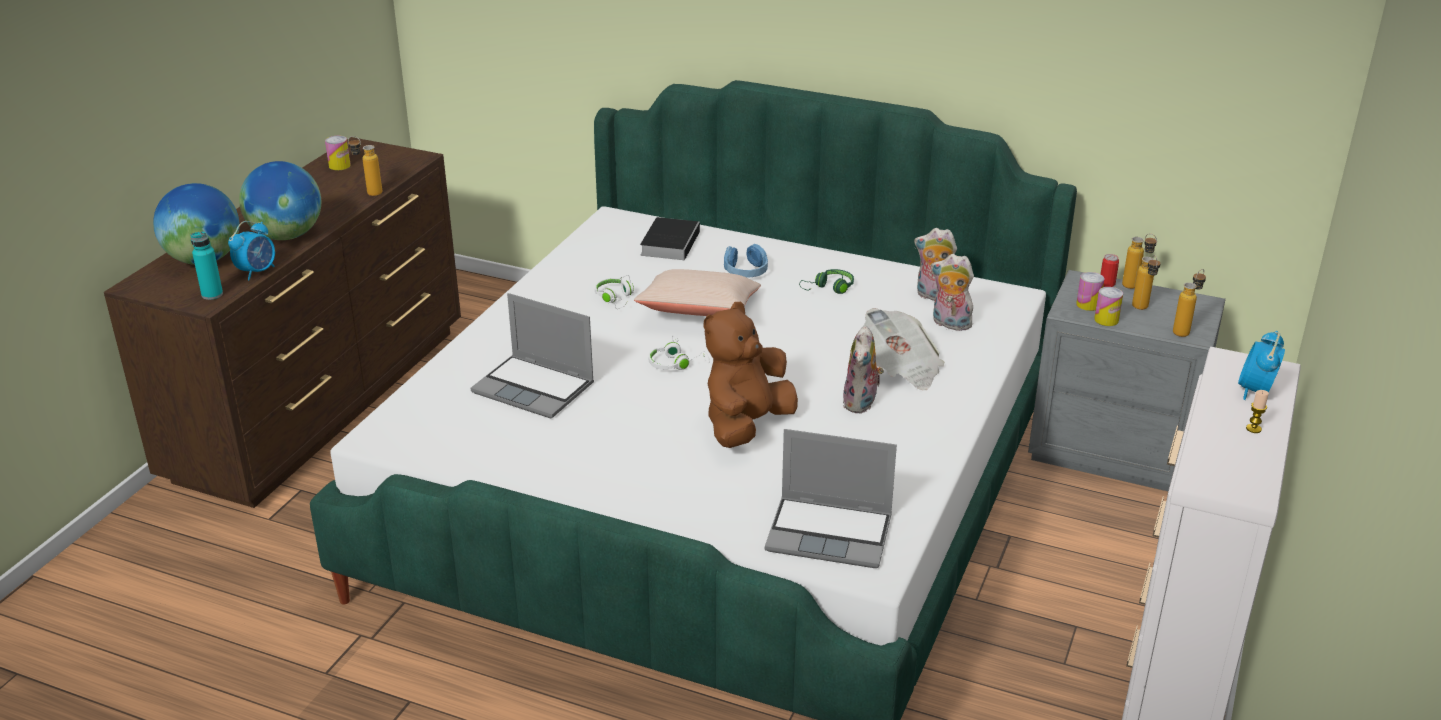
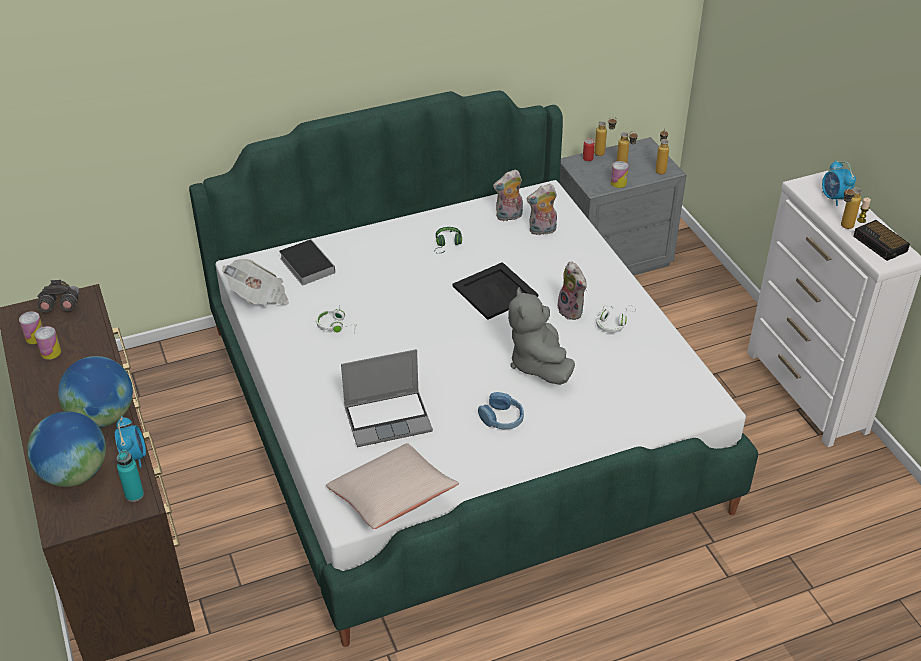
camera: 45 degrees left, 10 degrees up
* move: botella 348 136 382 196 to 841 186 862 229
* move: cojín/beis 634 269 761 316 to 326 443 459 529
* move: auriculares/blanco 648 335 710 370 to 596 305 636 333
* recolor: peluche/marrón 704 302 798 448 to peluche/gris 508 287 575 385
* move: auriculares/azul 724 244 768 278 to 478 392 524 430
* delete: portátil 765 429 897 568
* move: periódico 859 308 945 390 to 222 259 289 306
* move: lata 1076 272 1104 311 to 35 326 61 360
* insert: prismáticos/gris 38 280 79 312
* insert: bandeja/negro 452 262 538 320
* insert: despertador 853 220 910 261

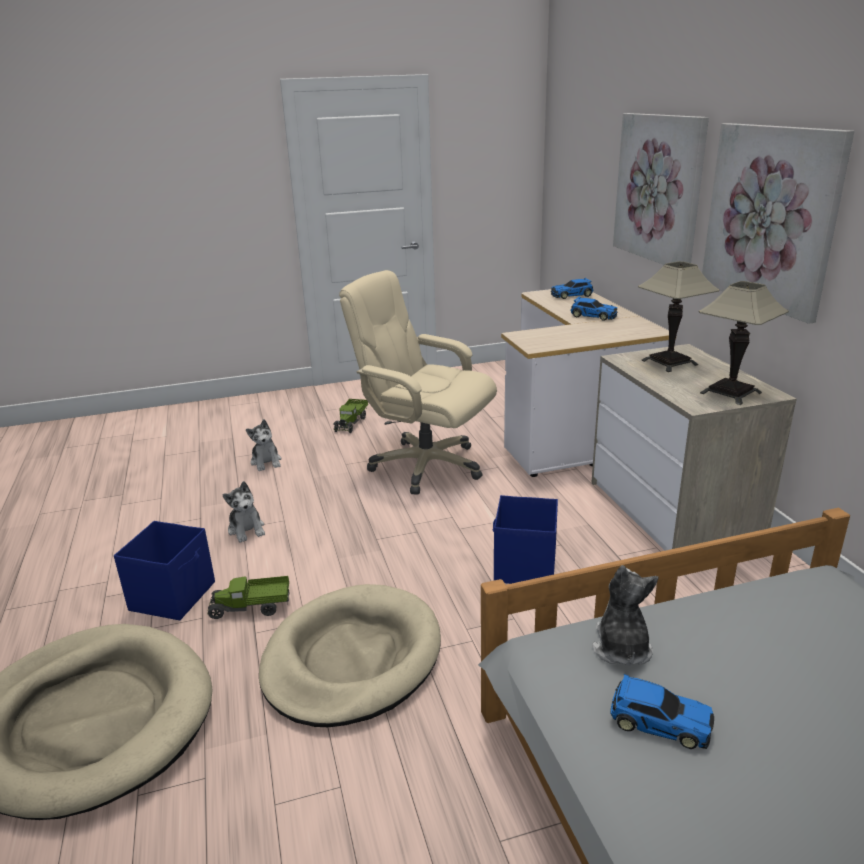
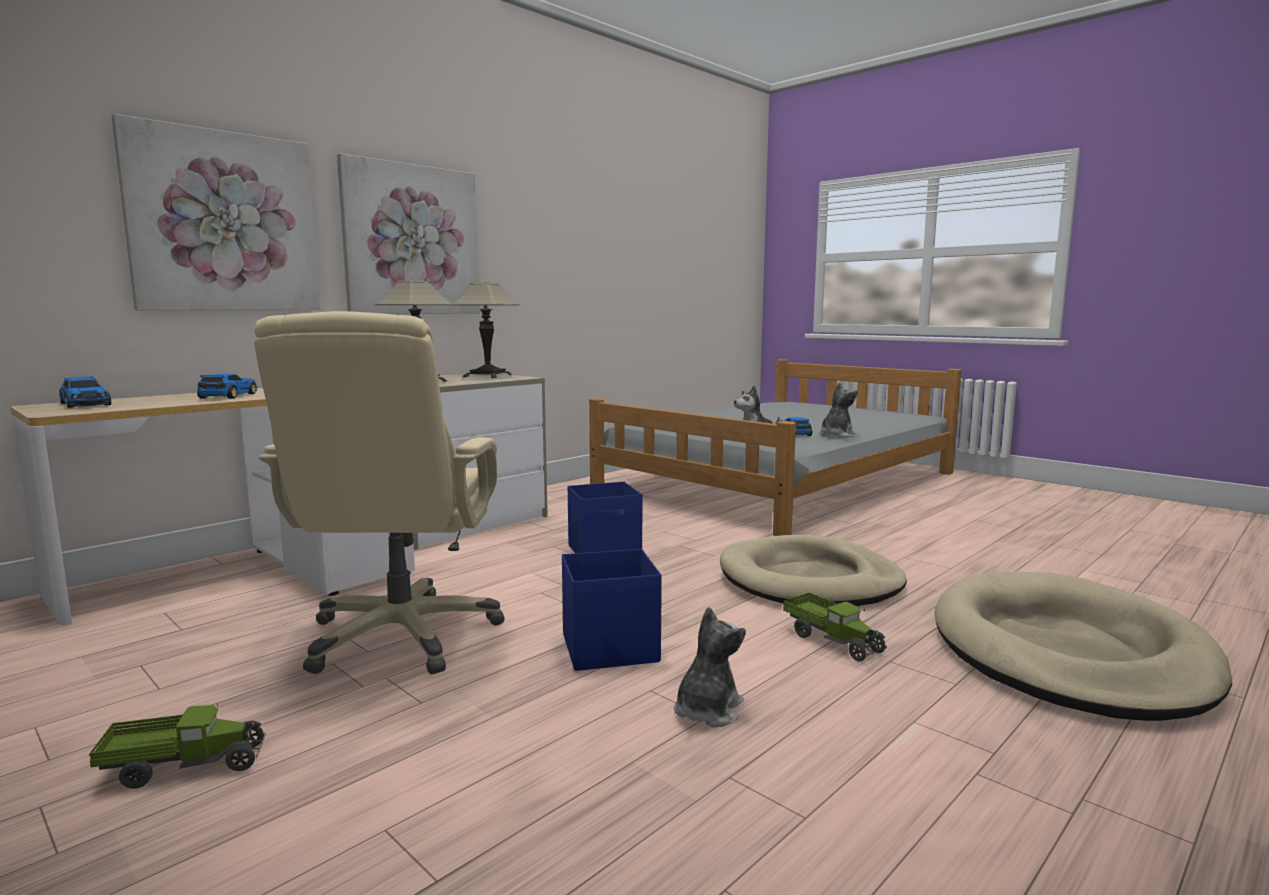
camera: 120 degrees left, 15 degrees down
* move: caja de almacenaje/azul 114 521 215 620 to 562 549 662 671
* move: peluche 246 419 281 471 to 820 382 858 438

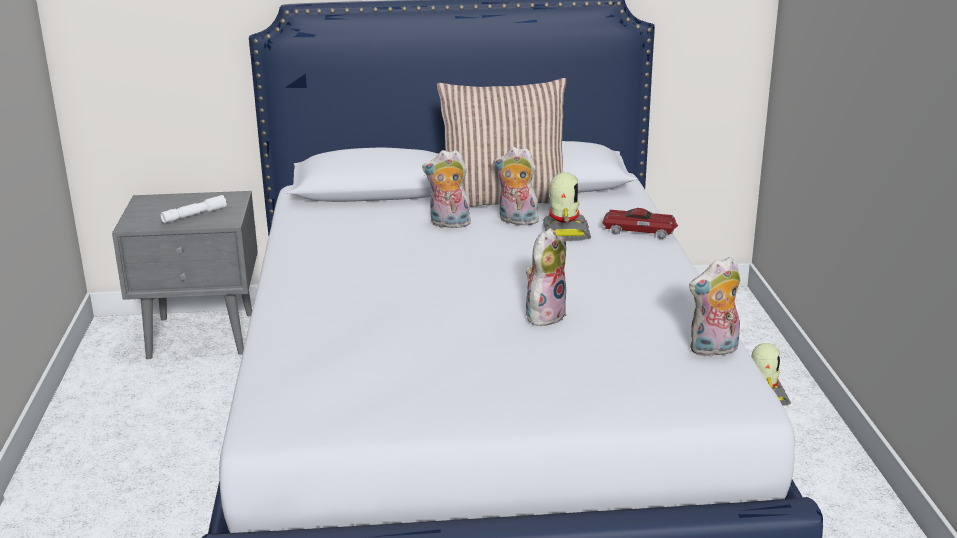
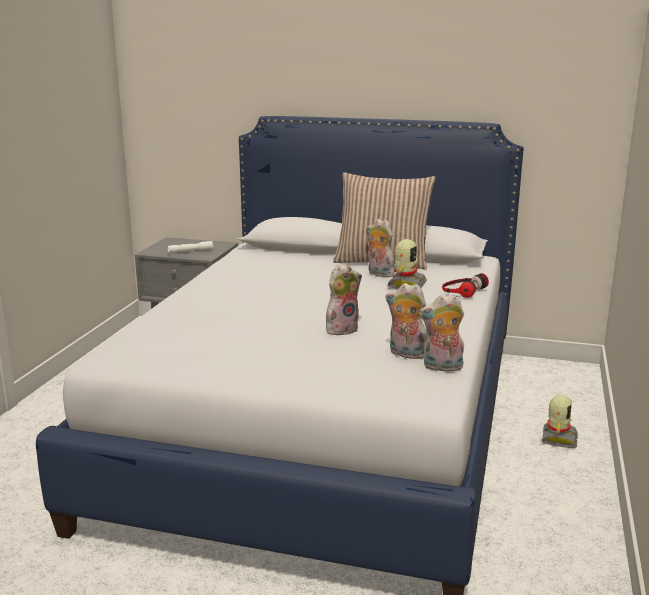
camera: 20 degrees right, 5 degrees down
* move: peluche 422 150 471 228 to 386 283 426 359
* replace: coche de juguete 602 208 678 239 to auriculares 442 273 489 298

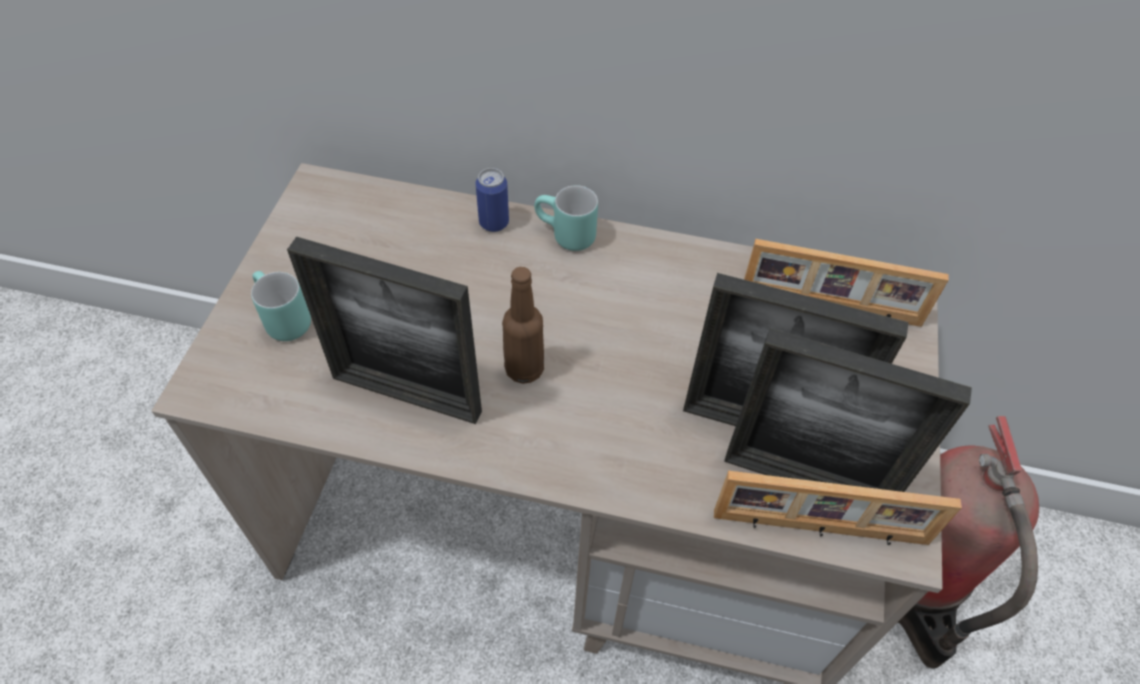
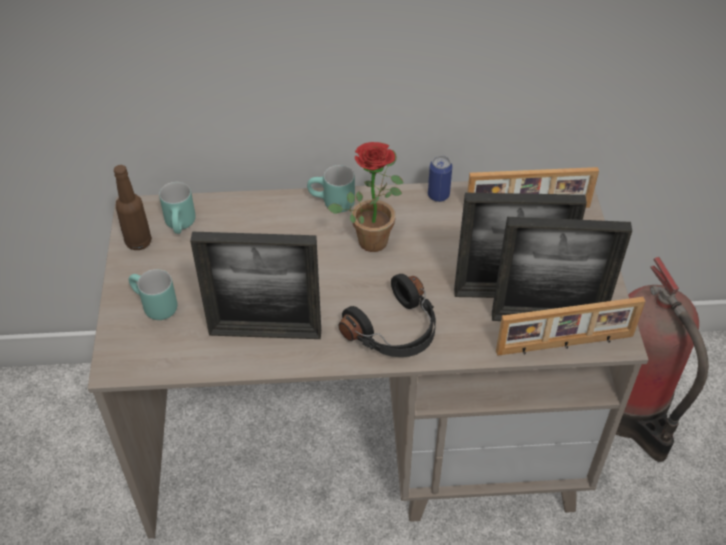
camera: 15 degrees left, 5 degrees down
* move: lata 476 168 509 232 to 428 155 452 202
* move: botella/marrón 502 267 544 384 to 114 165 152 250
* insert: taza grande/turquesa 159 182 196 234
* insert: planta en maceta 328 142 404 252
* insert: auriculares/negro 339 274 436 357

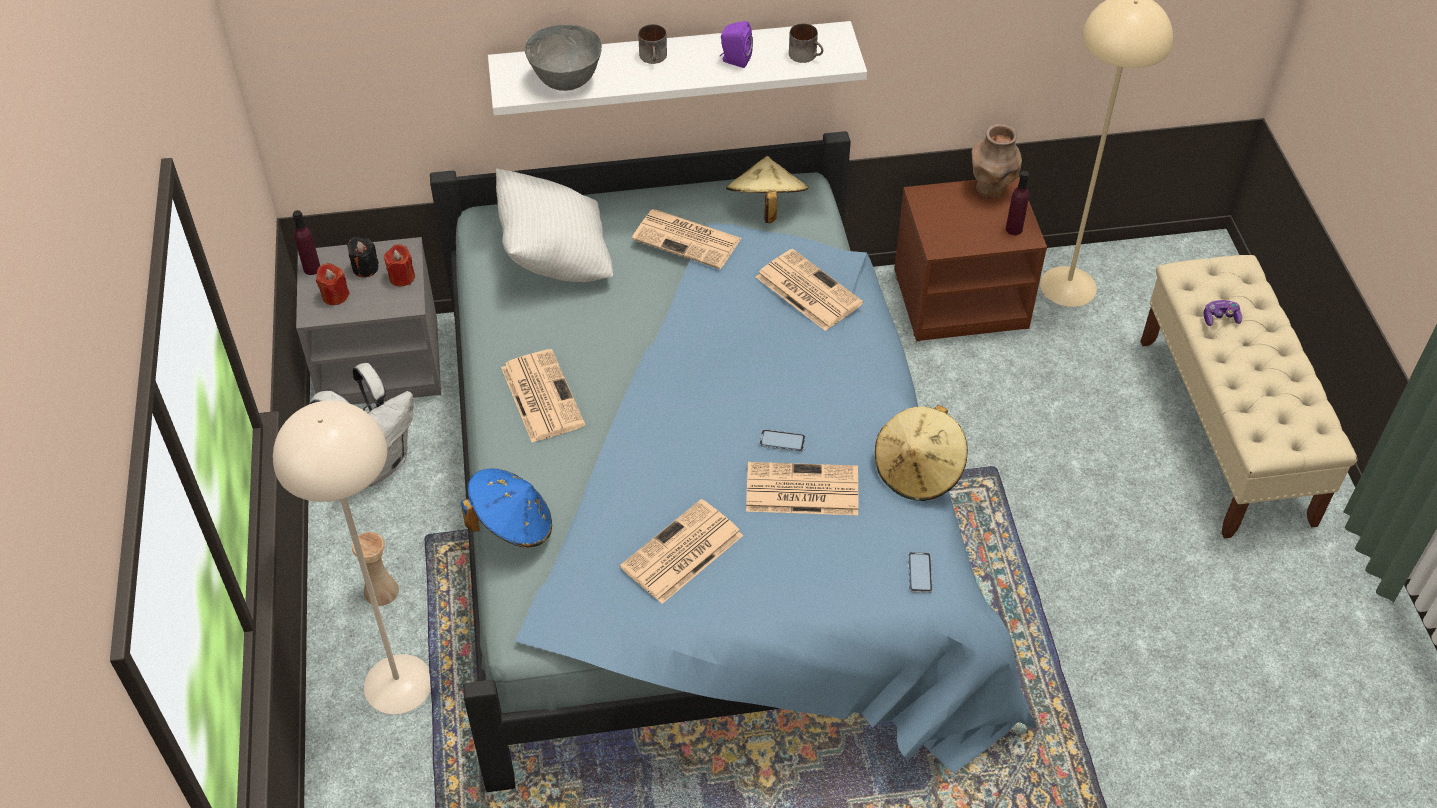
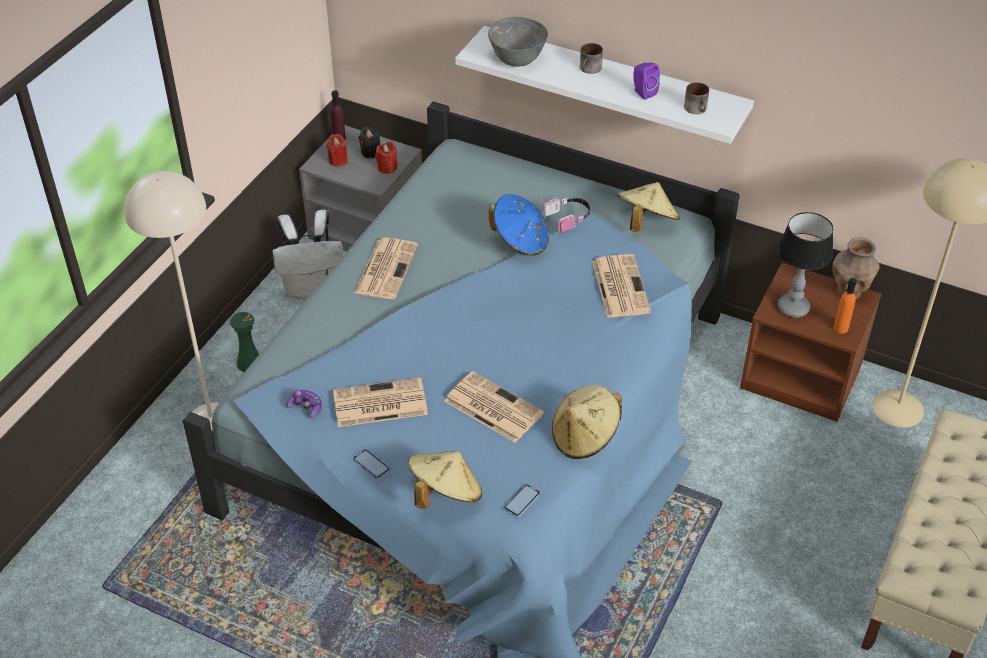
camera: 35 degrees right, 5 degrees down
* recolor: florero/beis 352 532 399 606 to florero/verde 230 312 259 372
* move: sombrero/azul 461 468 552 547 to 489 194 549 256
* delete: cojín/blanco 496 168 613 282
* replace: periódico 632 209 741 269 to auriculares 543 198 590 232
* move: móvil 759 429 805 452 to 353 449 390 479
* recolor: botella/morado 1006 171 1029 235 to botella/naranja 834 278 857 334
* move: mando de consola 1204 300 1242 326 to 287 389 322 418
* insert: sombrero/beis 408 451 482 509
* insert: lámpara de mesa 778 212 833 318

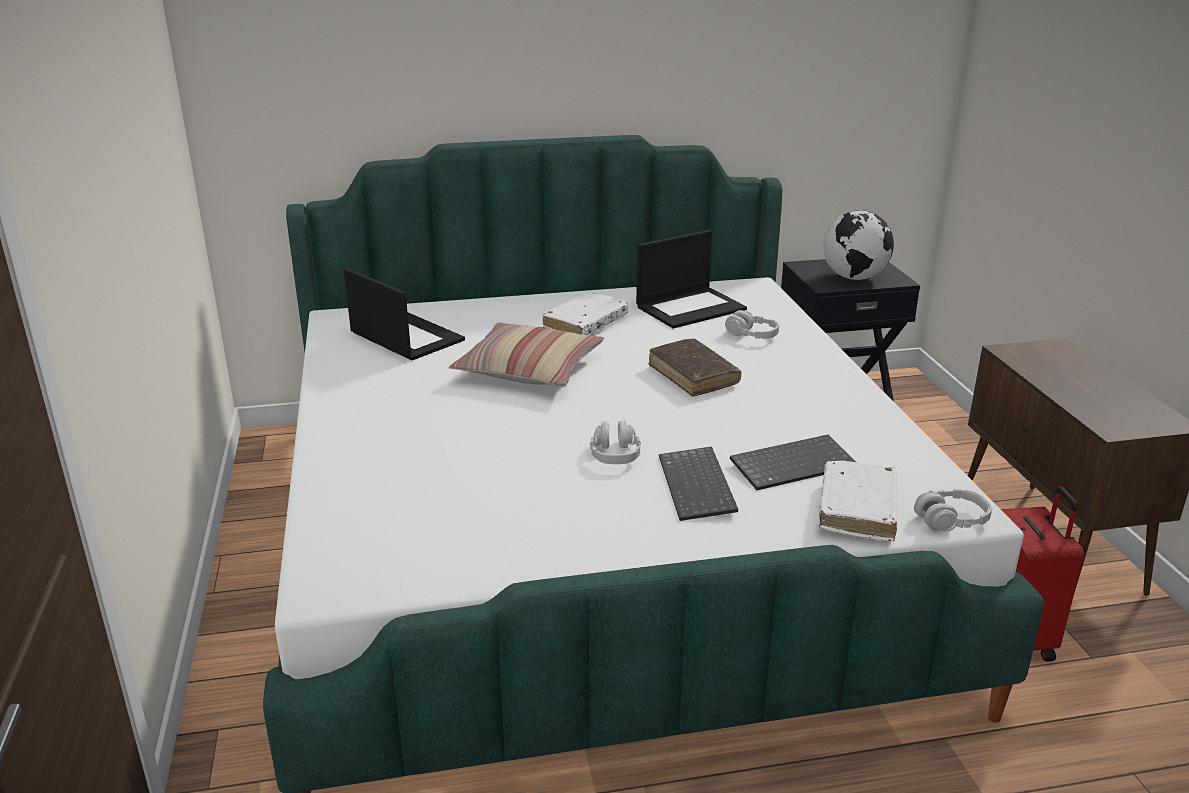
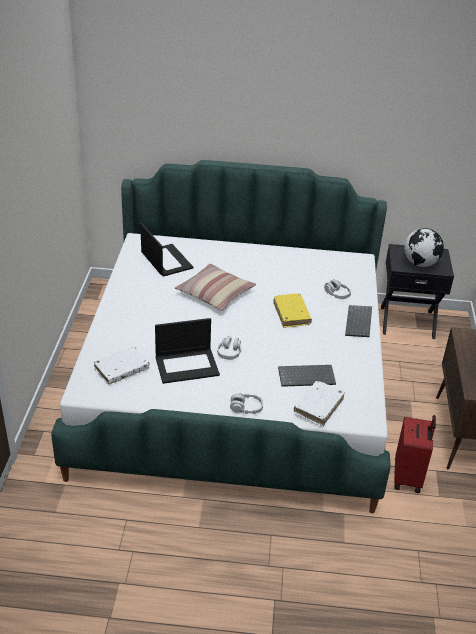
camera: 15 degrees right, 10 degrees up
* move: libro/blanco 542 292 628 335 to 94 346 149 385
* move: portátil 636 230 747 328 to 155 318 220 384
* recolor: libro/marrón 648 339 741 397 to libro/amarillo 273 294 312 328
* move: teclado 659 446 738 521 to 345 305 372 337
* move: auriculares/gris 914 489 992 532 to 230 393 263 414

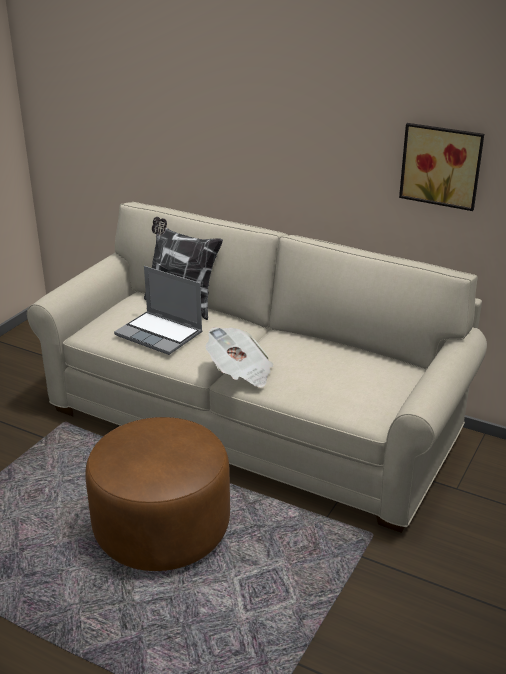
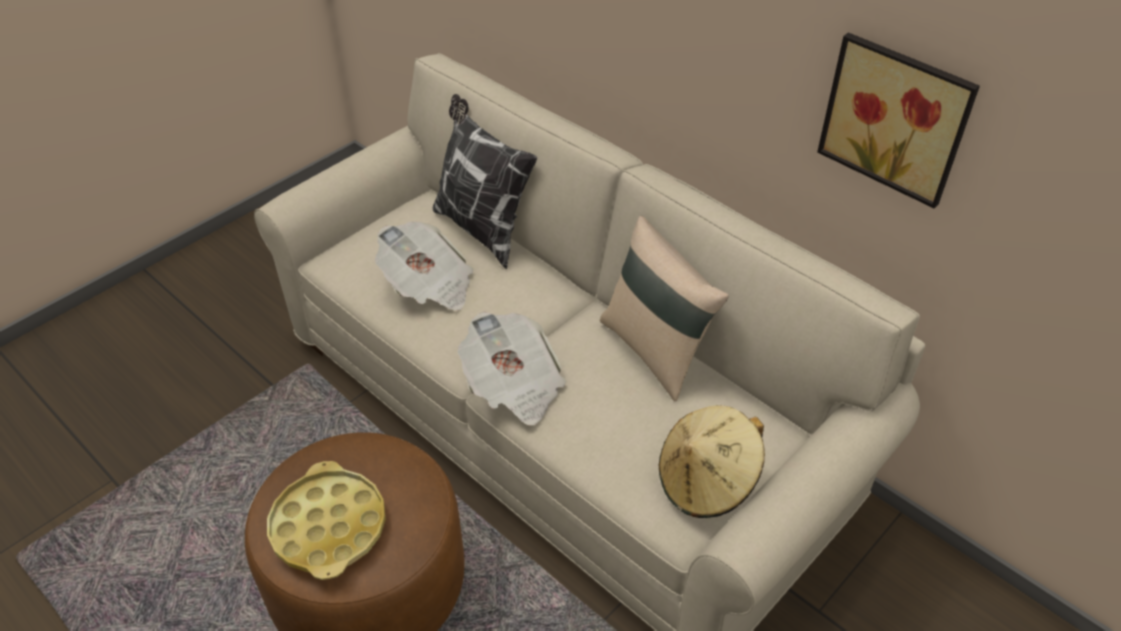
camera: 15 degrees right, 15 degrees up
* replace: portátil 114 266 203 355 to periódico 375 221 473 311
* insert: bandeja/amarillo 267 461 386 580
* insert: cojín/beis 600 216 729 401
* insert: sombrero/beis 659 405 765 518

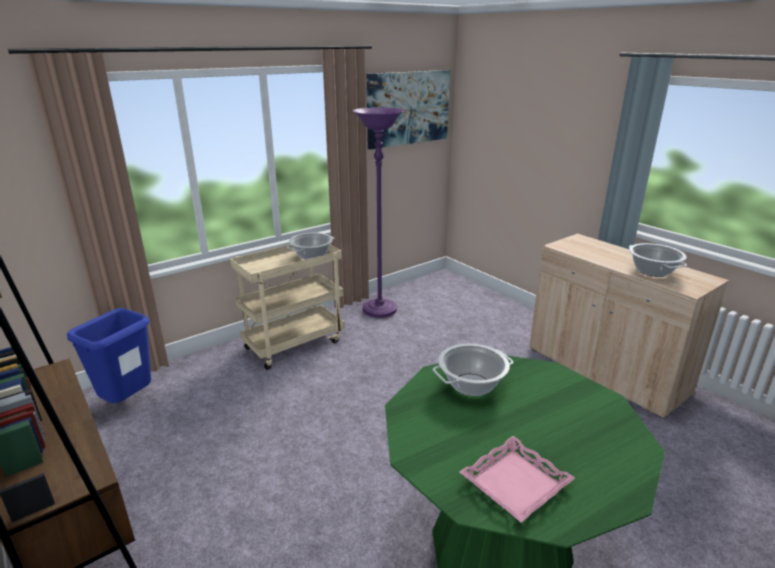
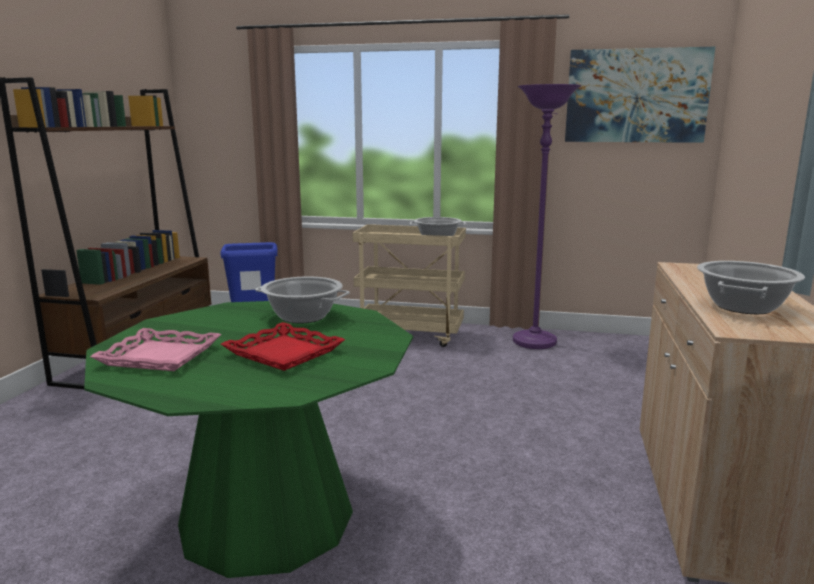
camera: 50 degrees right, 10 degrees down
* insert: bandeja/rojo 221 322 345 371

